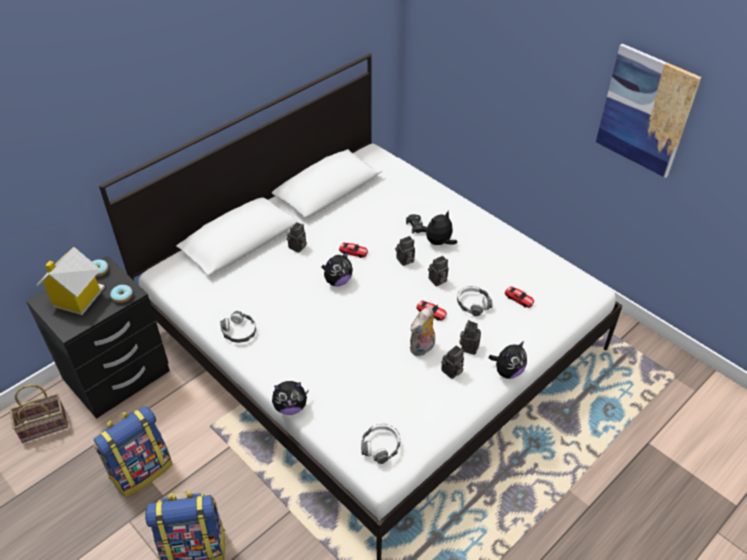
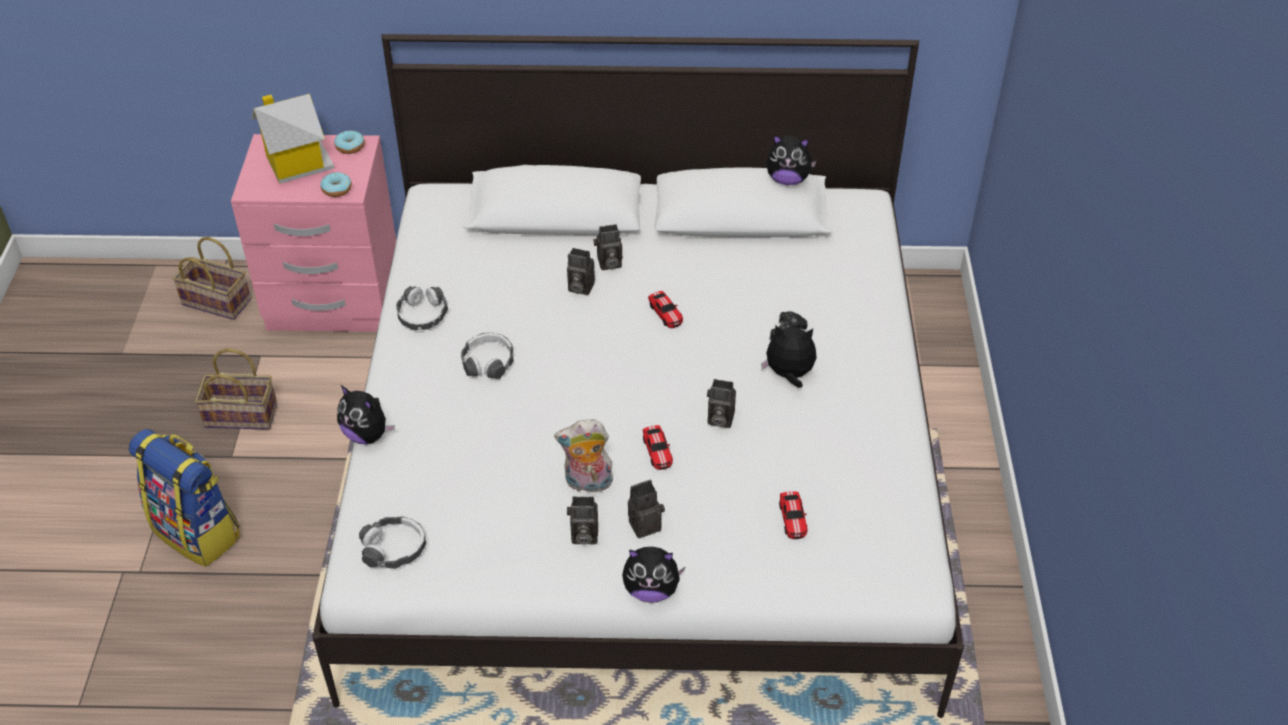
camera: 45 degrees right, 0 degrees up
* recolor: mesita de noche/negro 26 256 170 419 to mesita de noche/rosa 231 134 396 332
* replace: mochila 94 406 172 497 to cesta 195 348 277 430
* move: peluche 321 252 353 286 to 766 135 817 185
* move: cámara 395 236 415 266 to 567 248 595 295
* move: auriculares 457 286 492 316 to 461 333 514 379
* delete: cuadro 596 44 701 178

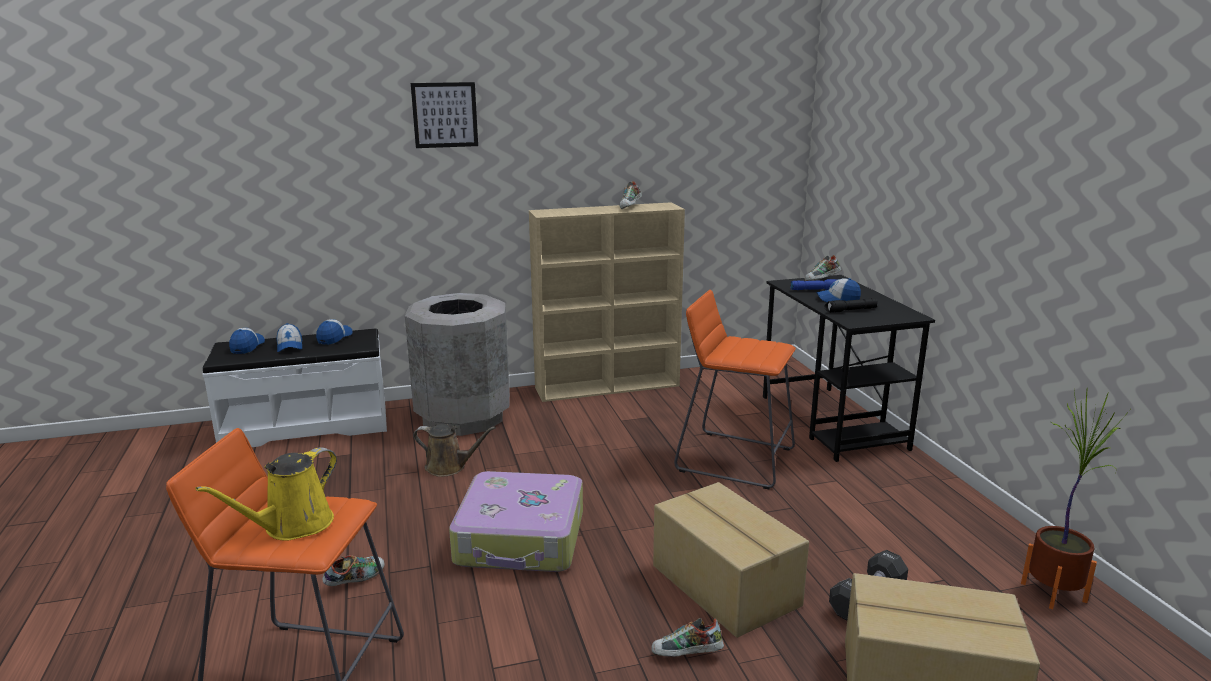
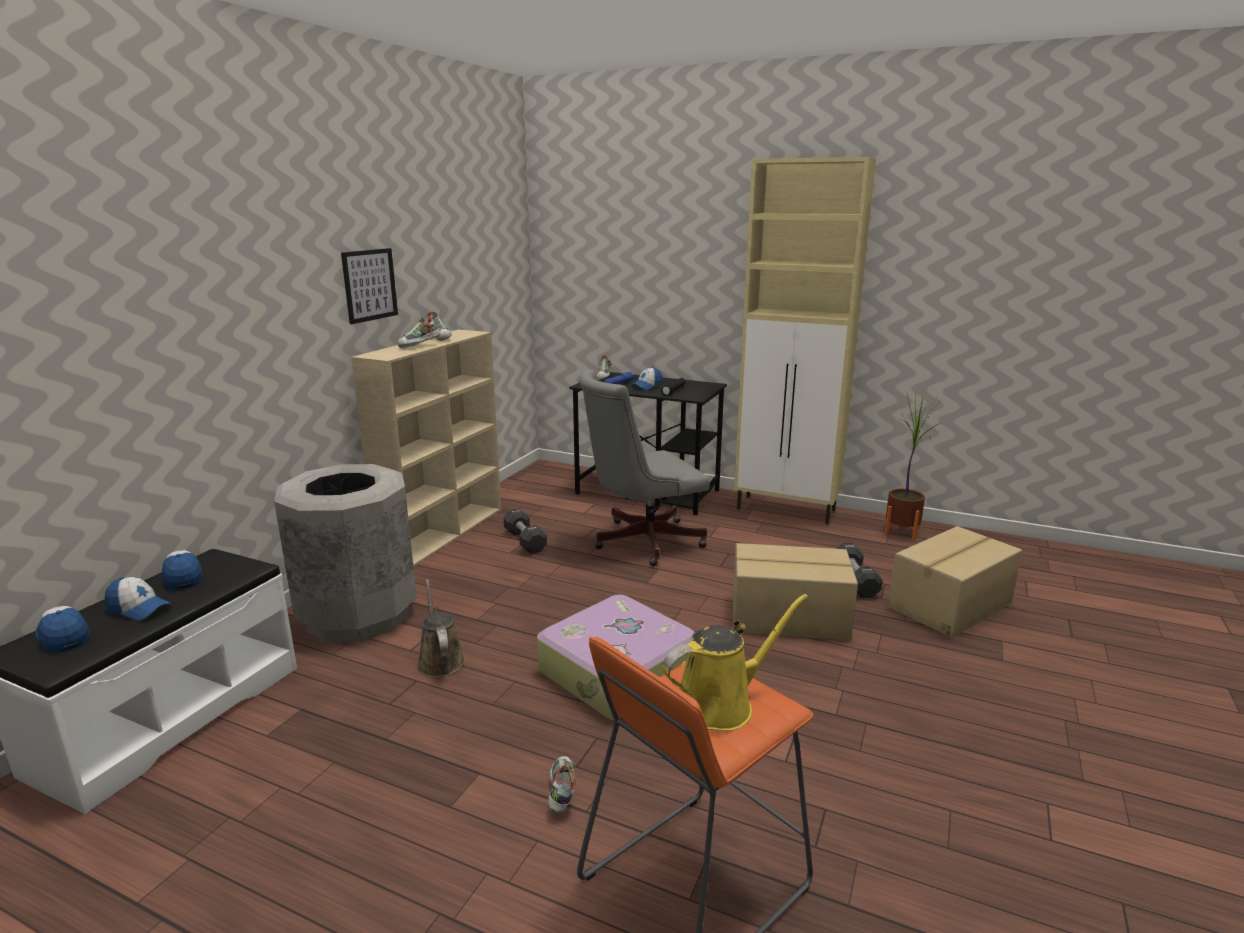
camera: 50 degrees left, 0 degrees up
* rotate: regadera/amarillo 195 447 337 541 = 662 594 808 731 105 degrees counterclockwise
* move: cuadro 411 82 478 148 to 341 248 398 324
* rotate: regadera/marrón 413 424 496 477 = 417 579 465 677 75 degrees counterclockwise
* move: zapato 651 618 724 657 to 398 318 441 348
* replace: taburete/naranja 674 290 796 489 to silla de oficina/gris 579 369 709 566
* insert: mancuerna/negro 503 508 547 554
* insert: armario/beis 734 157 876 525

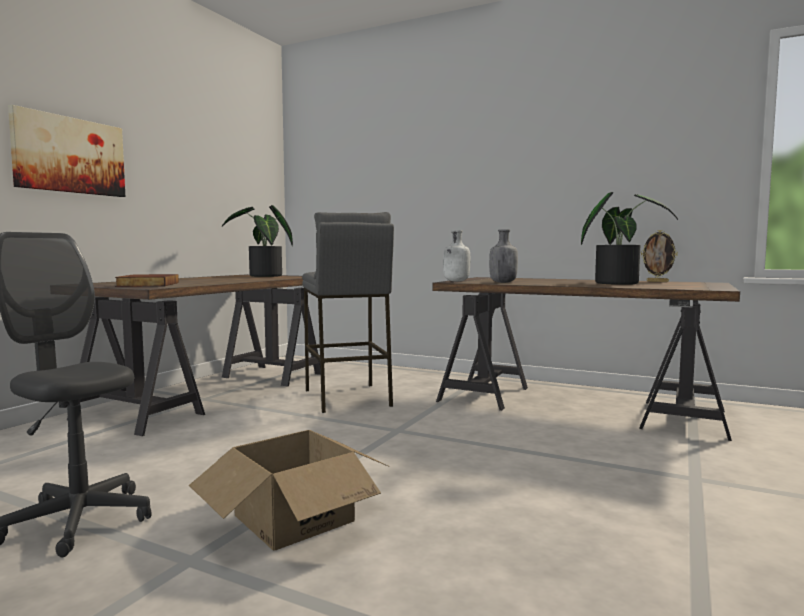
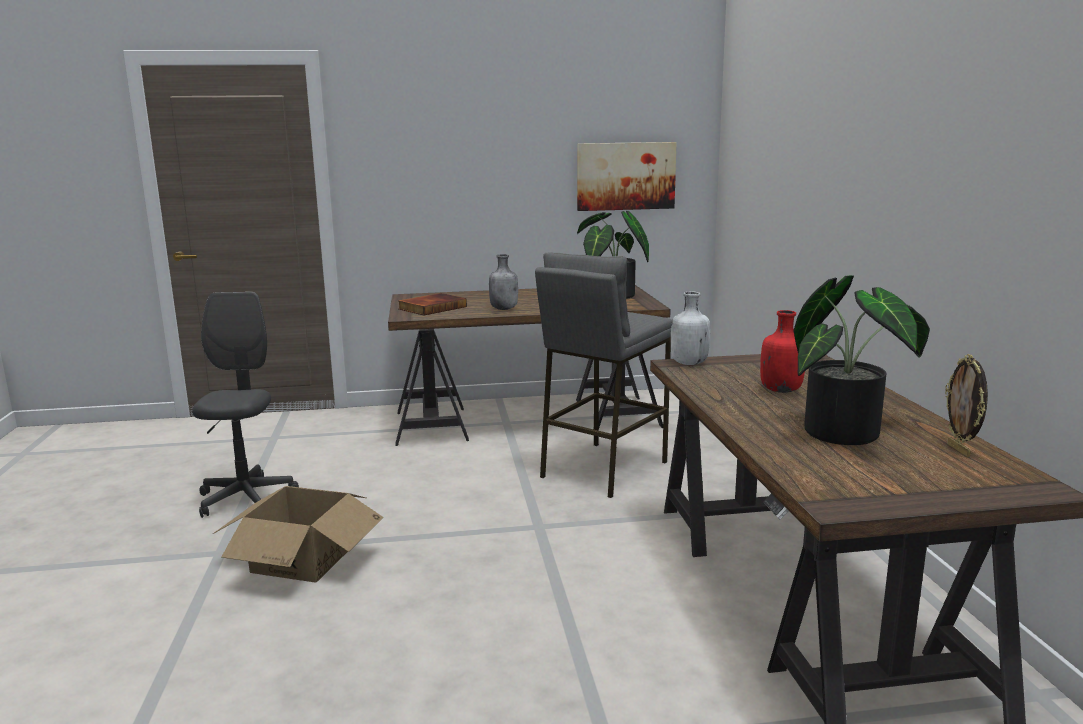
camera: 55 degrees right, 10 degrees up
* move: cuadro 8 105 125 197 to 577 142 677 211
* move: botella/gris 489 229 518 283 to 489 254 518 310
* insert: botella/rojo 760 310 805 393

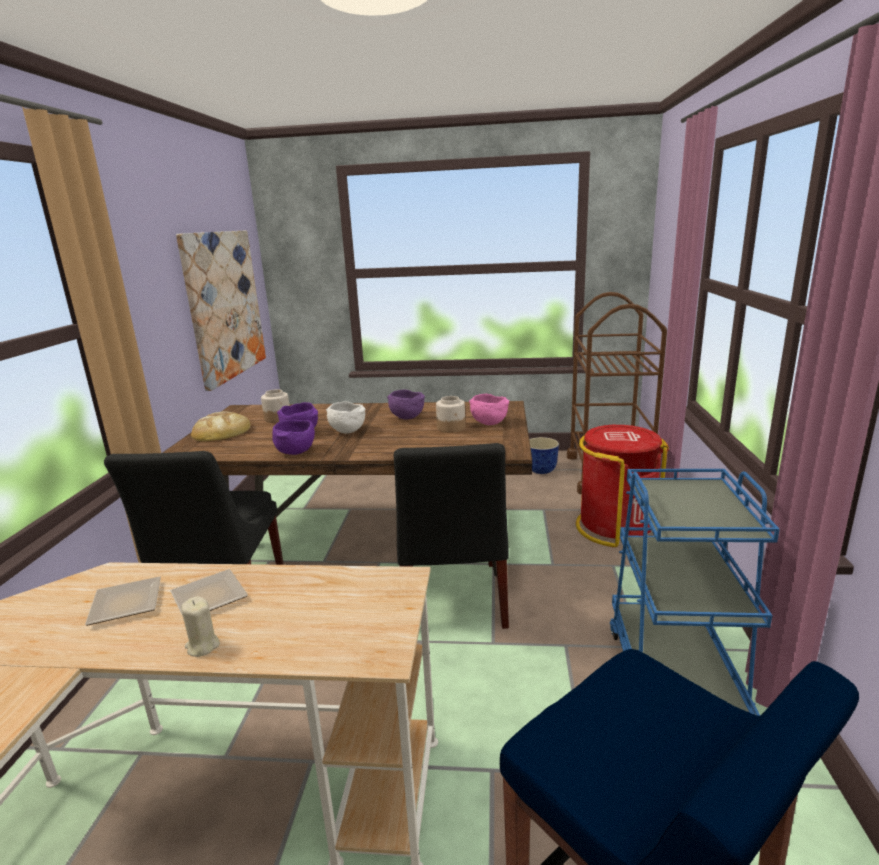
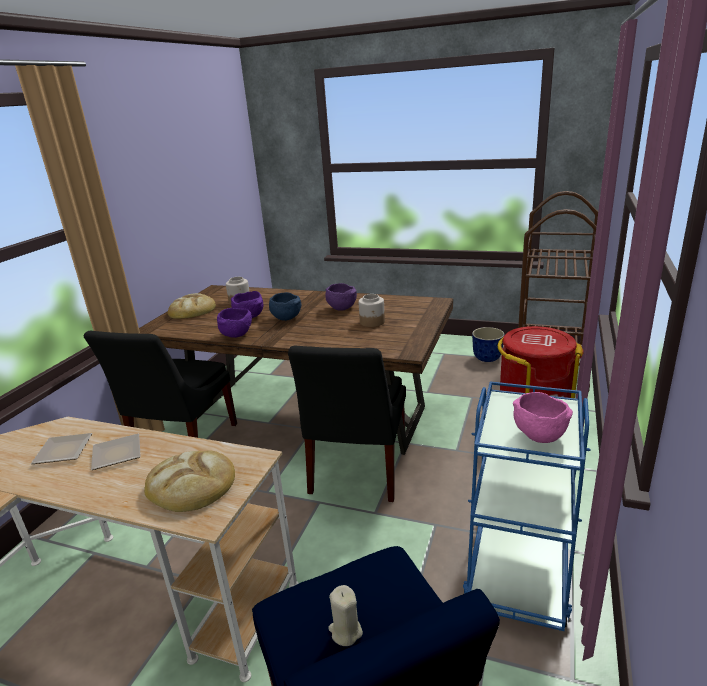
camera: 15 degrees right, 5 degrees up
* delete: cuadro 176 230 266 391
* move: vela/beis 181 597 220 657 to 328 585 363 646
* recolor: cuenco/blanco 326 401 365 434 to cuenco/azul 269 292 301 321
* move: cuenco/rosa 469 394 509 425 to 513 392 573 443
* insert: pan 144 450 235 512

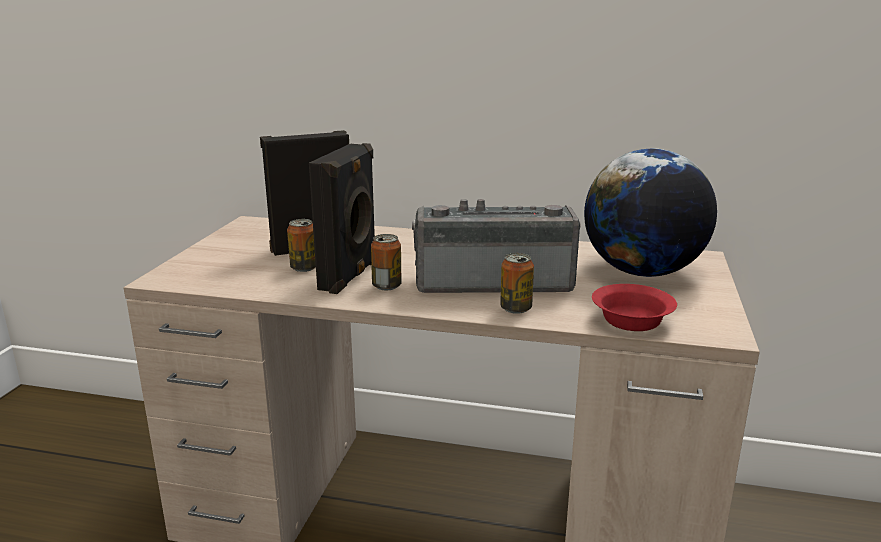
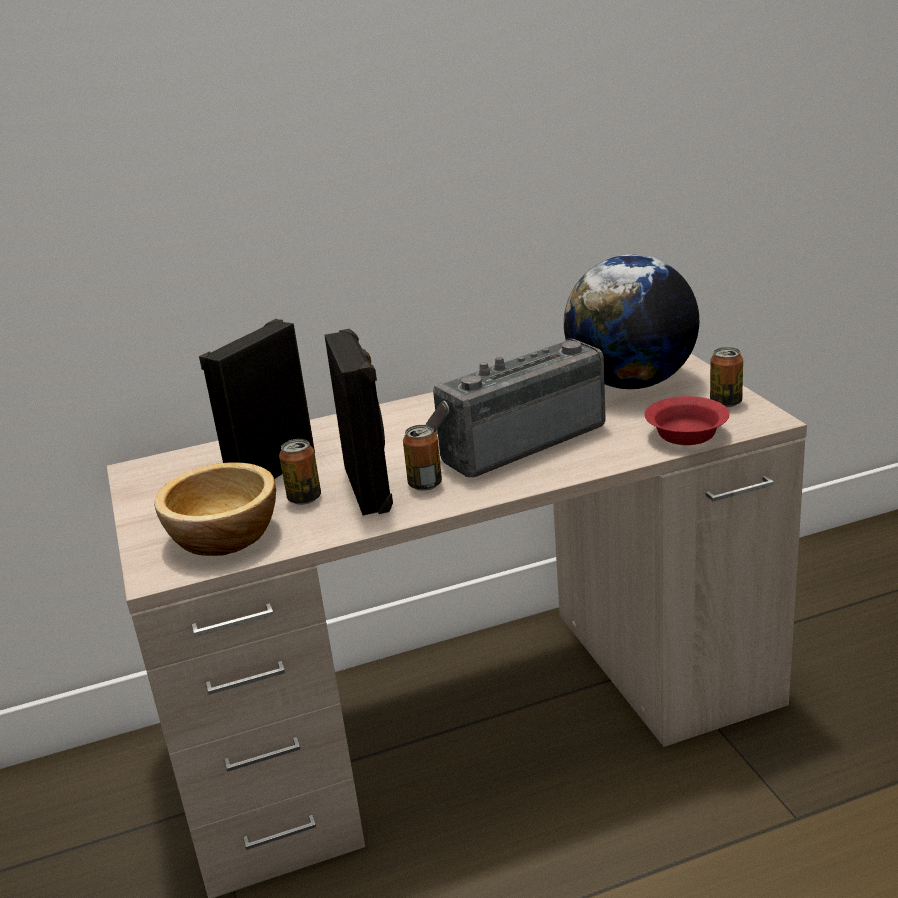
camera: 30 degrees left, 5 degrees up
* move: lata 500 253 534 314 to 710 347 743 407
* insert: cuenco 155 462 276 556

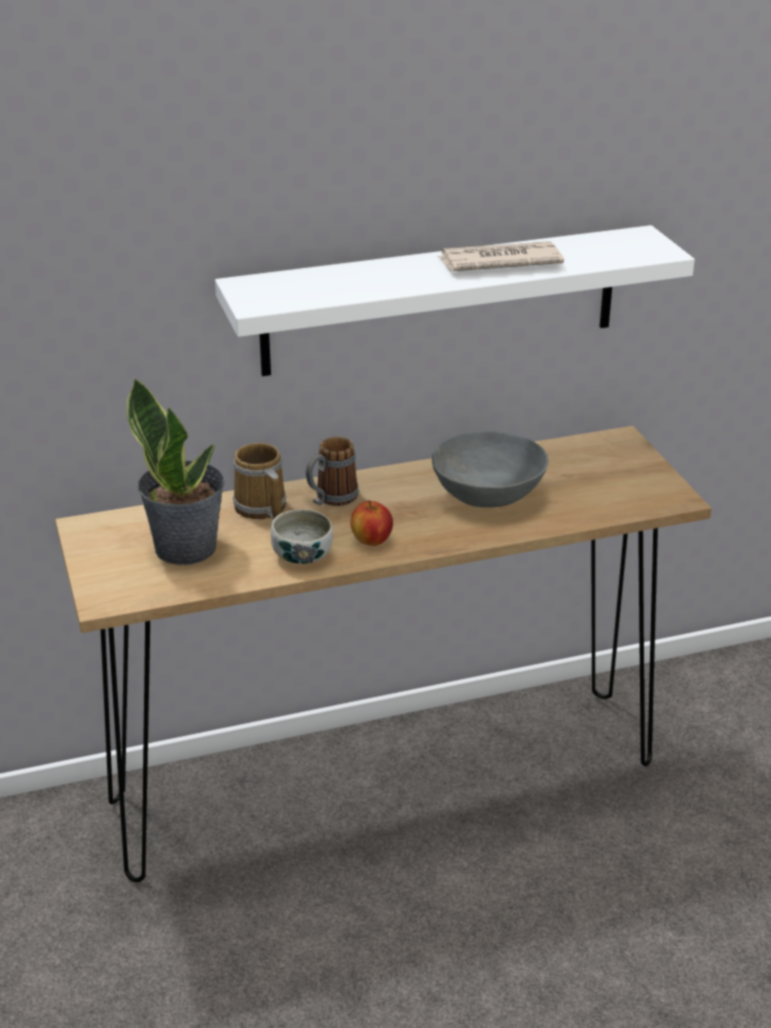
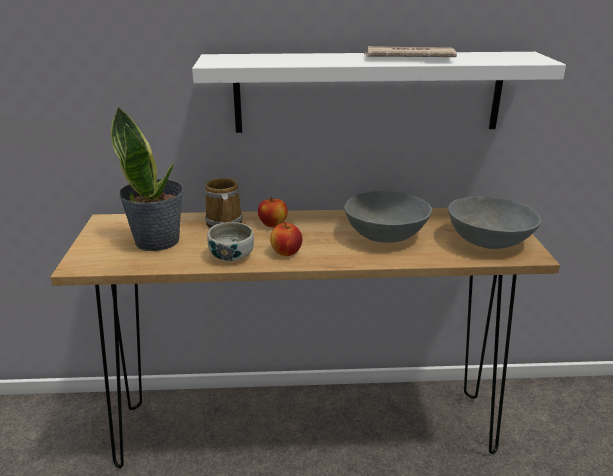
camera: 15 degrees right, 5 degrees down
* replace: taza grande 306 436 359 506 to manzana 258 197 288 227
* insert: cuenco/gris 448 196 542 249

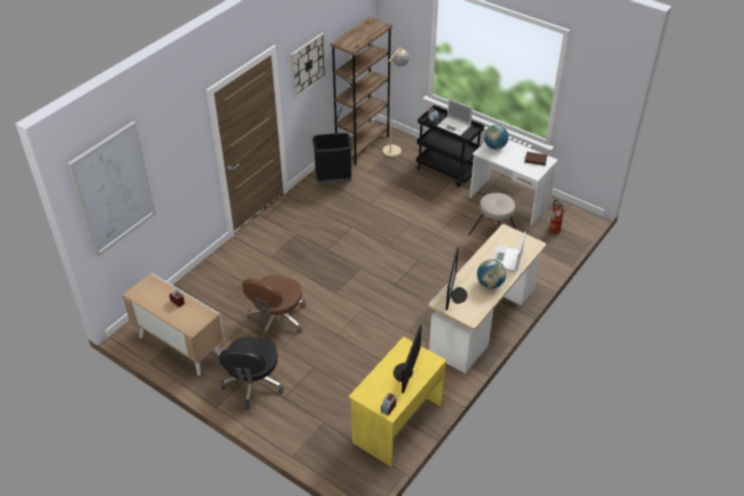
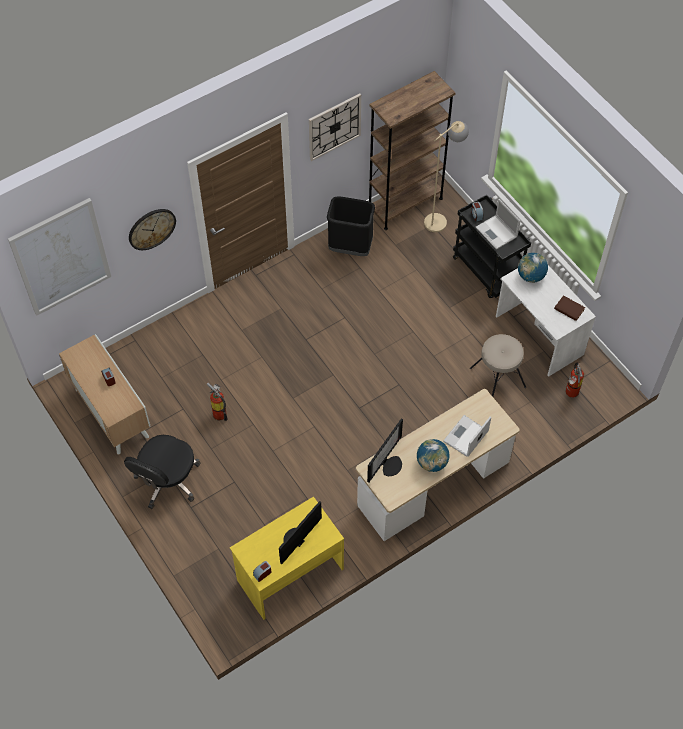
camera: 20 degrees right, 15 degrees up
* replace: silla de oficina/marrón 242 275 306 339 to extintor 207 383 228 421
* insert: reloj de pared 129 209 176 250

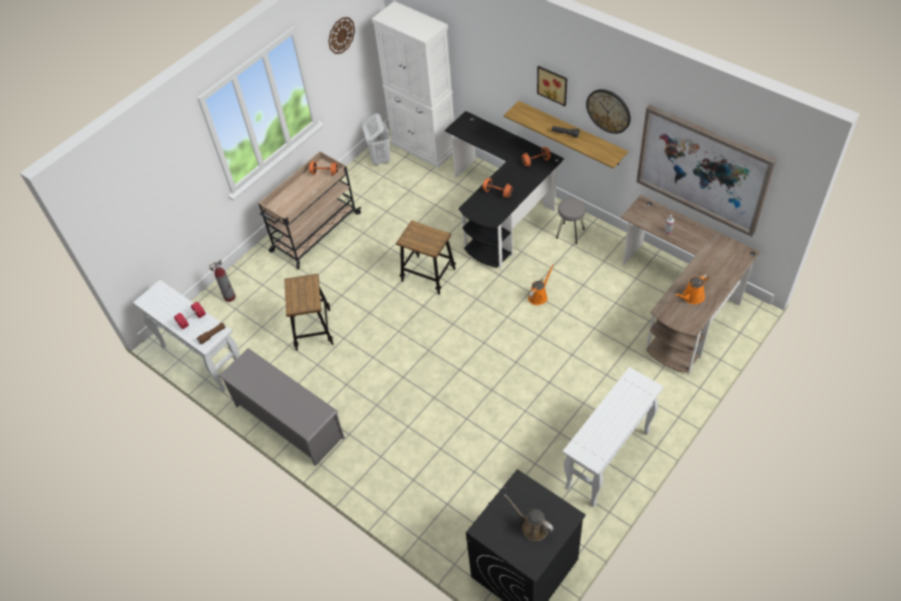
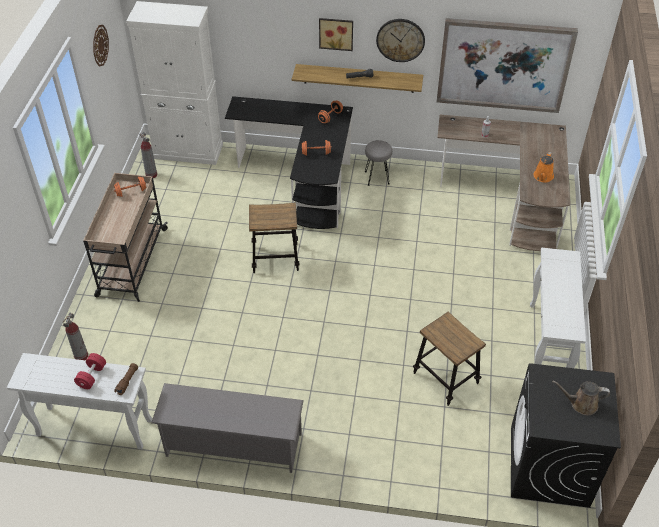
camera: 35 degrees left, 5 degrees down
* move: taburete 284 274 333 351 to 413 311 486 406
* replace: cesto de la ropa/blanco 363 113 390 165 to extintor 139 132 157 178
* delete: regadera/naranja 528 264 554 305

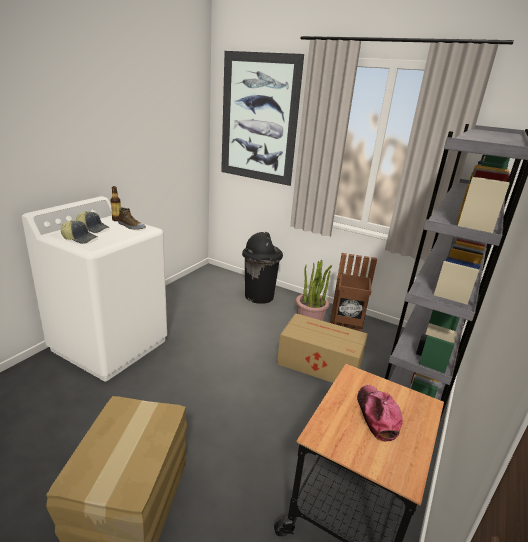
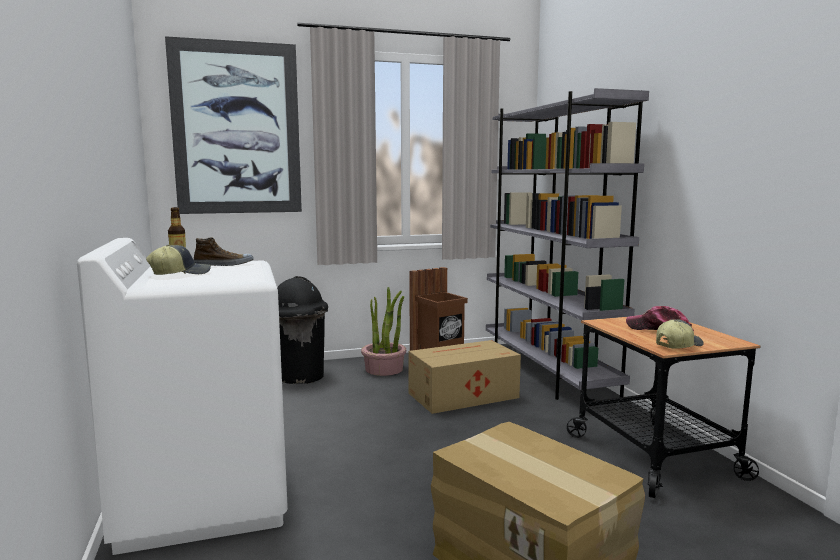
camera: 45 degrees left, 15 degrees down
* move: gorra 61 220 98 244 to 656 320 704 349

